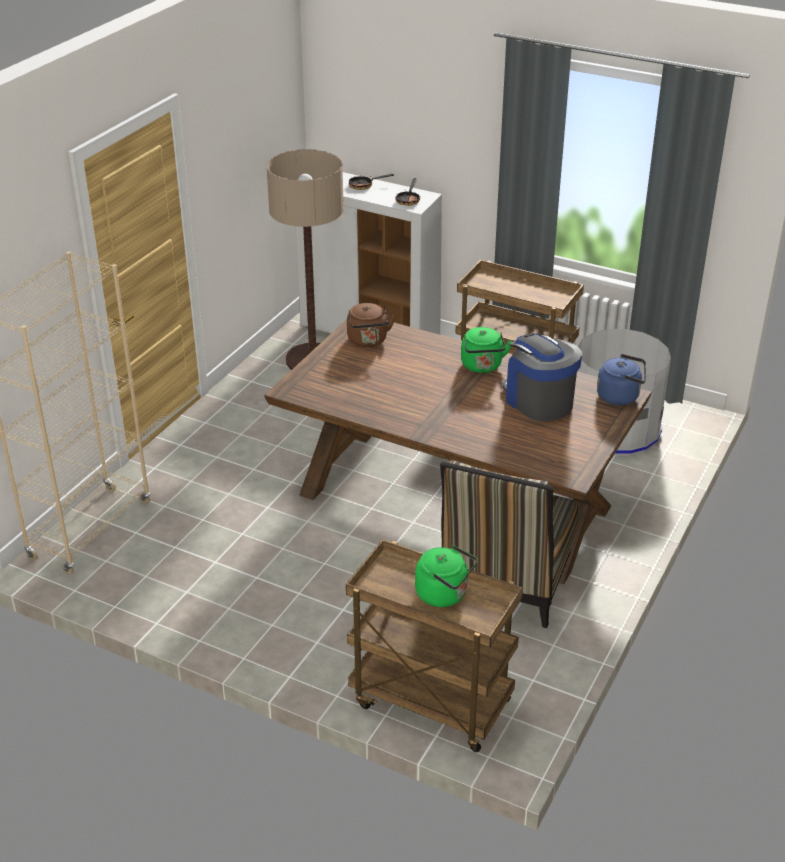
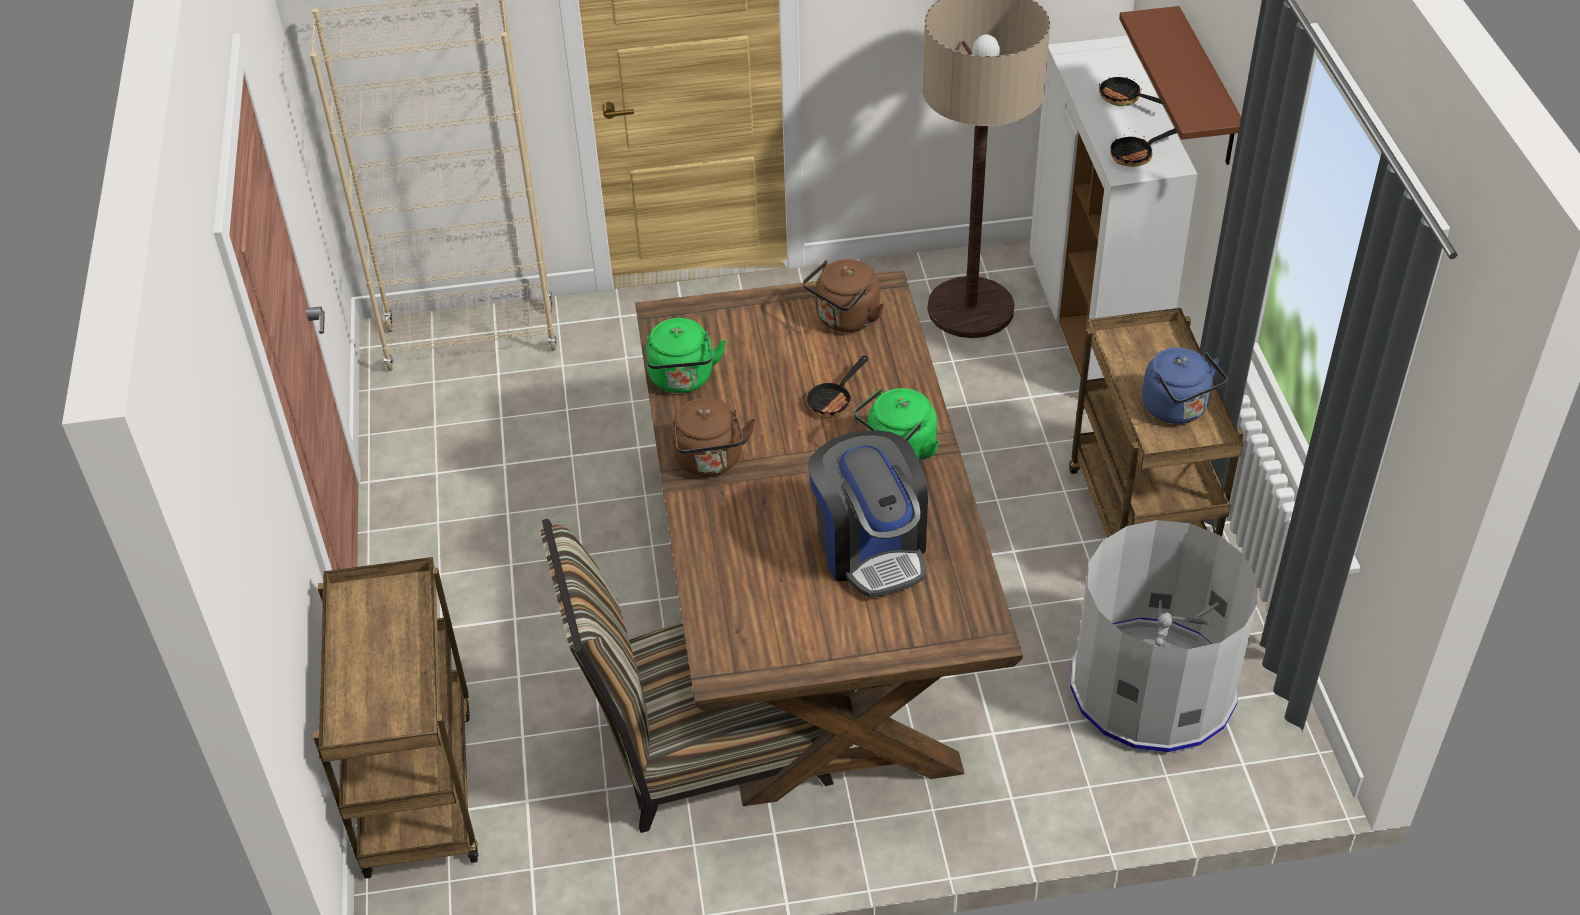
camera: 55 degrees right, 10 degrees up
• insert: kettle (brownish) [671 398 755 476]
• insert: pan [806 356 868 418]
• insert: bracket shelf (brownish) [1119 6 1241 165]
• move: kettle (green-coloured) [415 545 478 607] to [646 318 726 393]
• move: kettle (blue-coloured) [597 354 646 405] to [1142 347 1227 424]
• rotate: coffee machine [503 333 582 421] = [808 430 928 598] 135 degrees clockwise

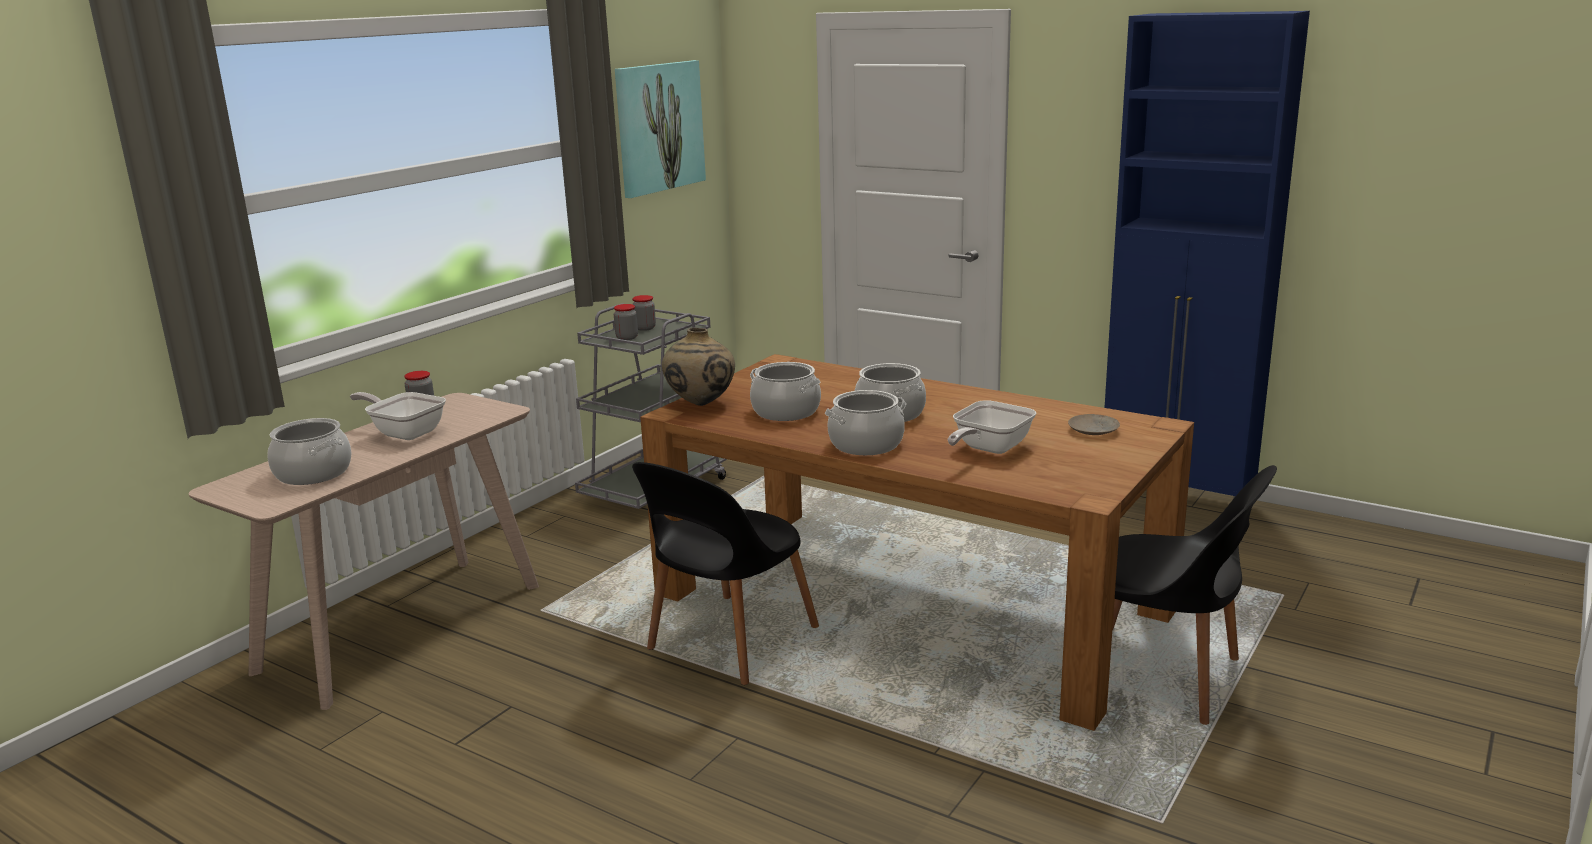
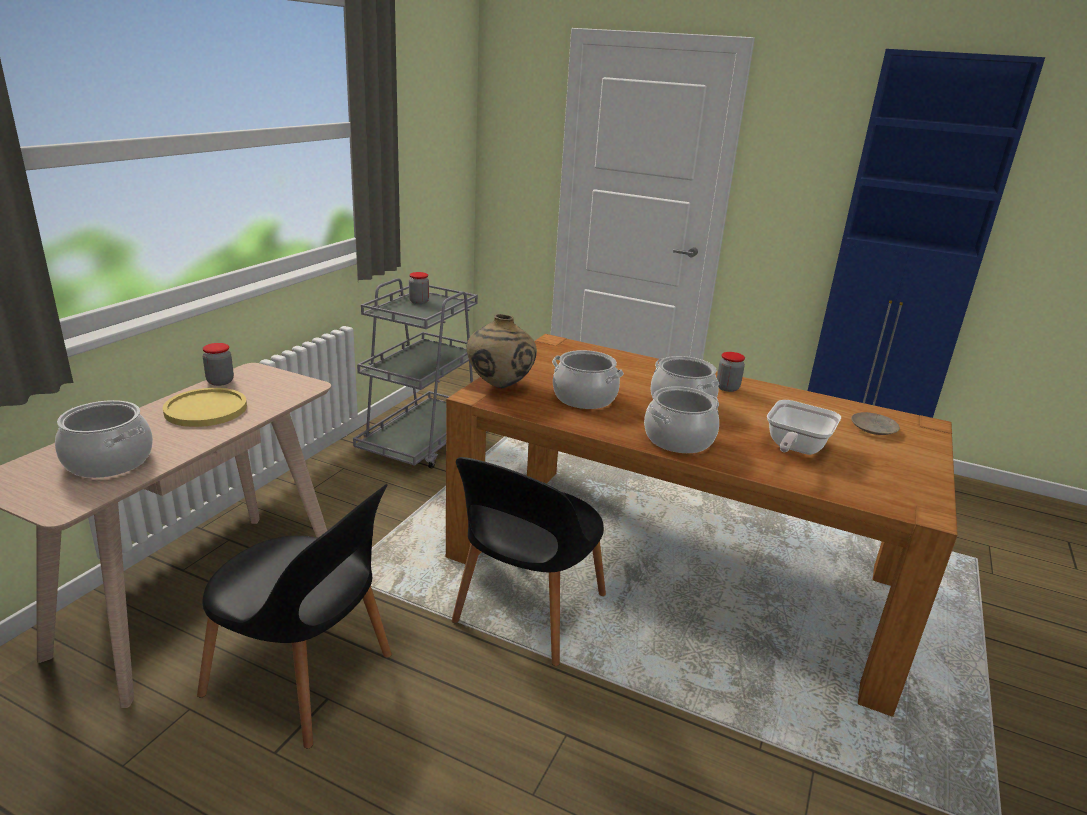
camera: 10 degrees left, 5 degrees up
• delete: wall picture [615 60 706 198]
• move: preserve jar [614 304 638 340] to [717 352 745 392]
• move: chair (black) [1112 465 1277 725] to [197 484 392 748]
• replace: pan [350 392 446 440] to flat dish (yellow-coloured) [163 388 247 427]

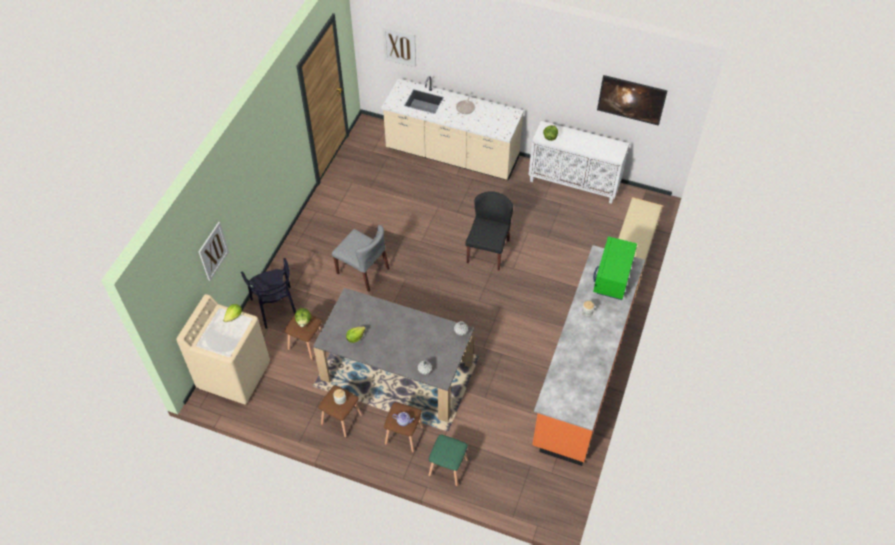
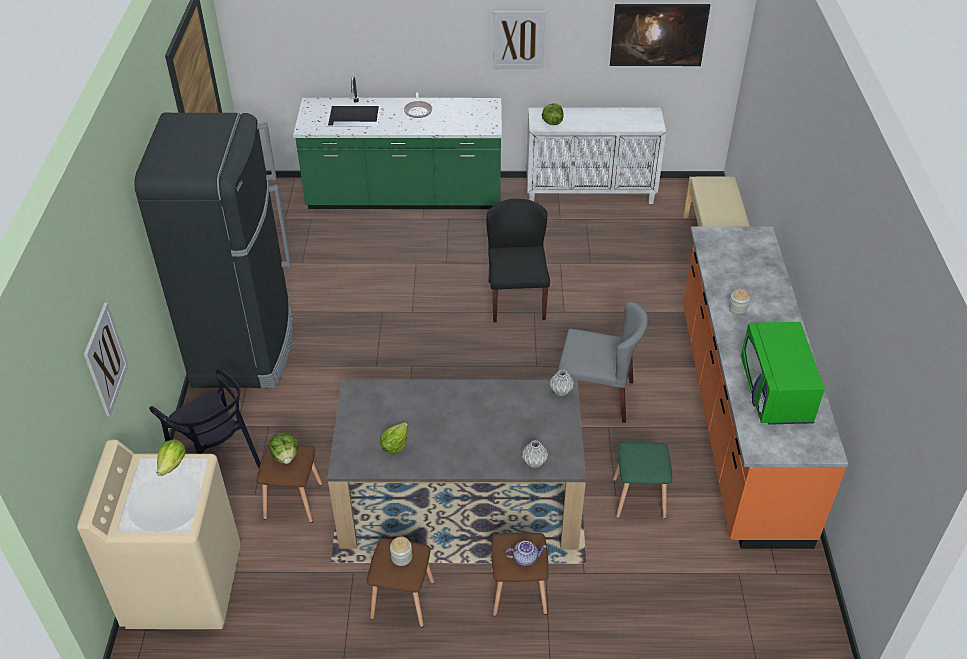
camera: 20 degrees left, 10 degrees down
• insert: refrigerator (black) [134 113 293 388]
• move: chair (grey) [332 225 390 292] to [557 302 648 423]
• move: wall picture [383 27 416 67] to [493 11 546 69]
• move: sitting stool (green-coloured) [428 435 468 487] to [613 442 672 519]
• move: microwave (green-coloured) [593 236 637 300] to [741 322 825 425]
• recolor: kitchen counter (sand-coloured) [381 76 524 181] to kitchen counter (green-coloured) [293 76 502 209]

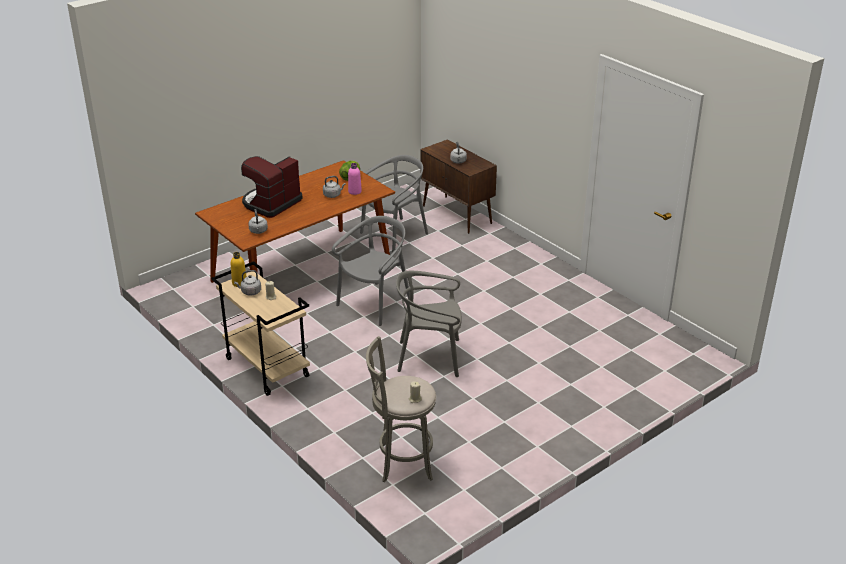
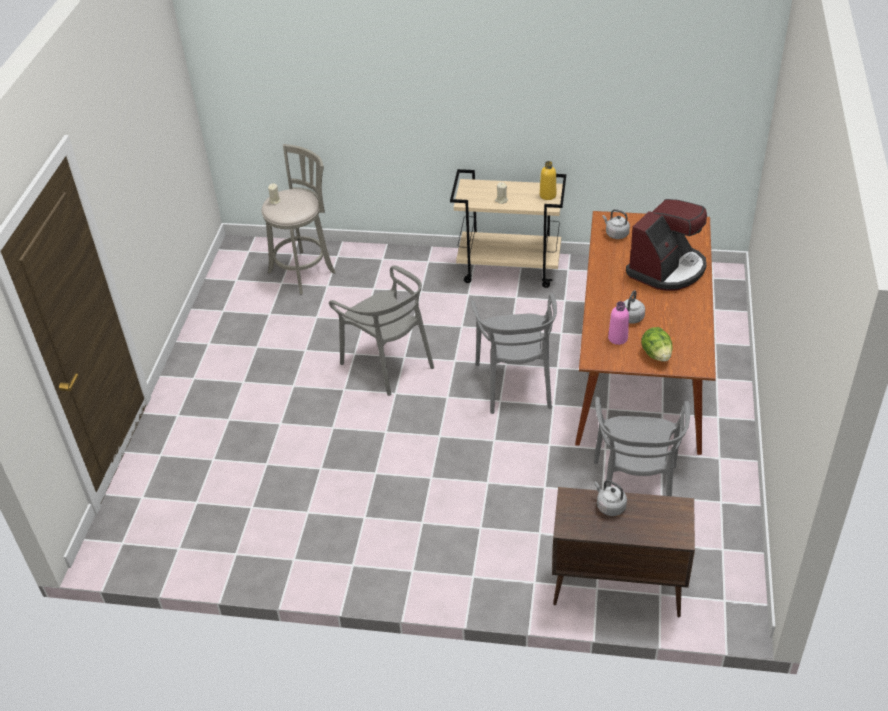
camera: 140 degrees right, 10 degrees up
• delete: kettle (grey) [234 270 261 296]
• rotate: coffee machine [241 156 303 218] = [626 199 707 291] 45 degrees clockwise
• rotate: chair (grey) [396 271 462 377] = [329 265 434 396] 90 degrees clockwise

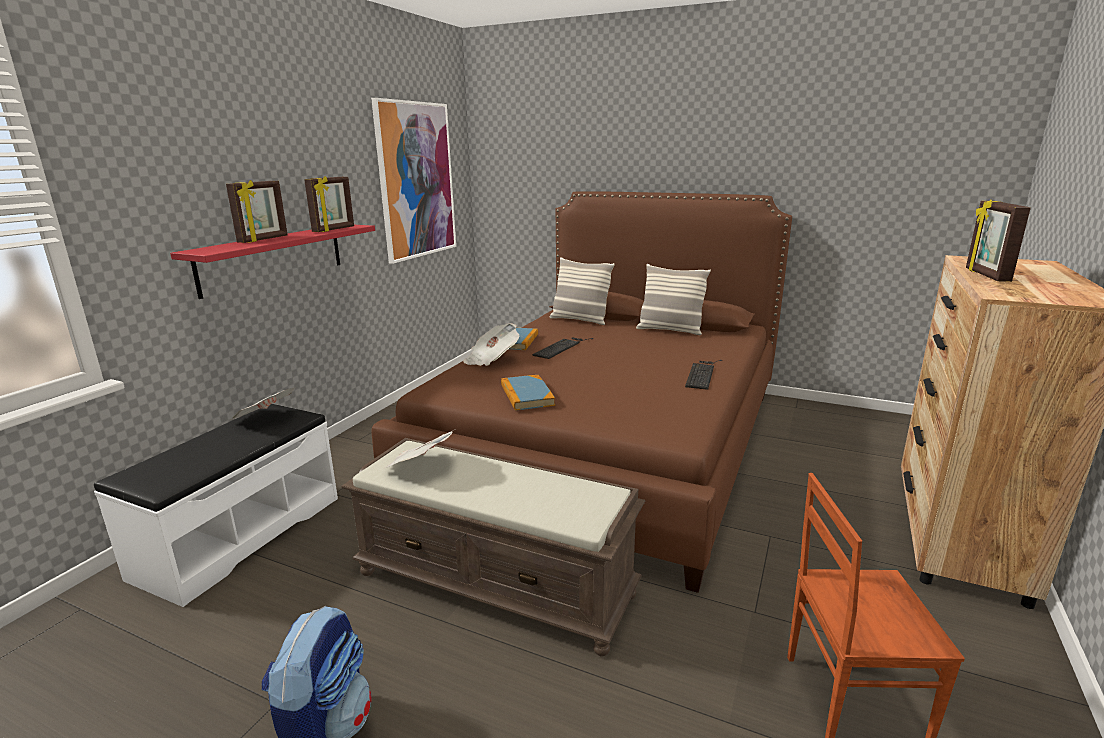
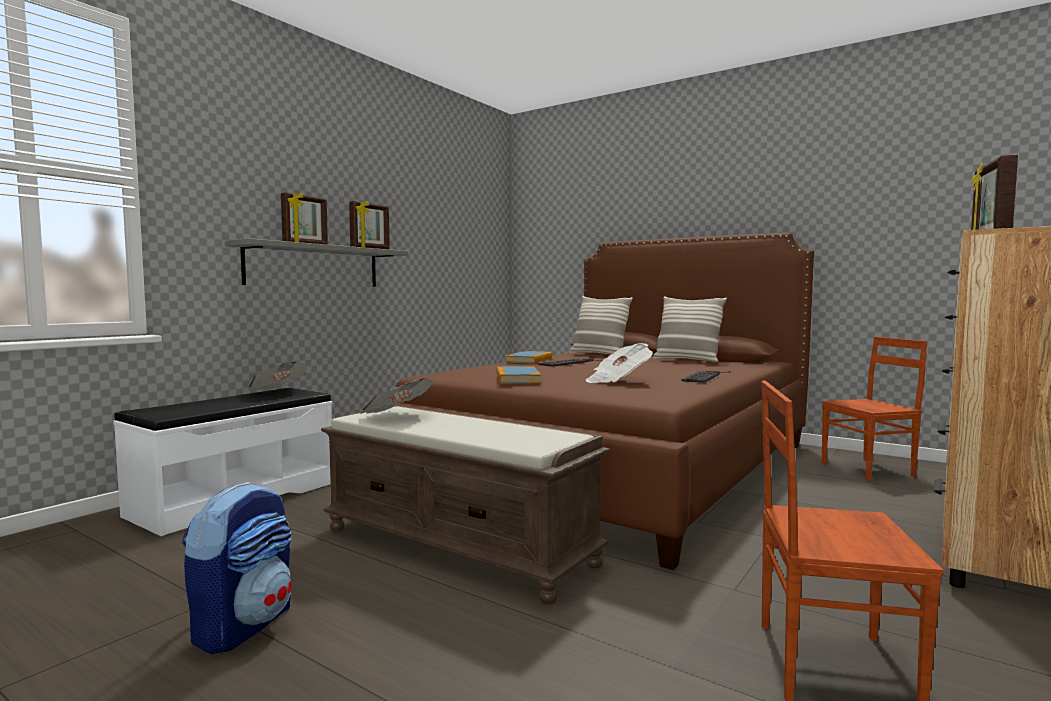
camera: 10 degrees right, 15 degrees down
• delete: wall picture [371 98 456 264]
• insert: chair (brownish) [822 337 927 481]
• move: newspaper [463 323 519 366] to [586 343 653 383]
• recolor: bracket shelf (red-coloured) [170 225 375 299] to bracket shelf (grey) [225 238 408 287]

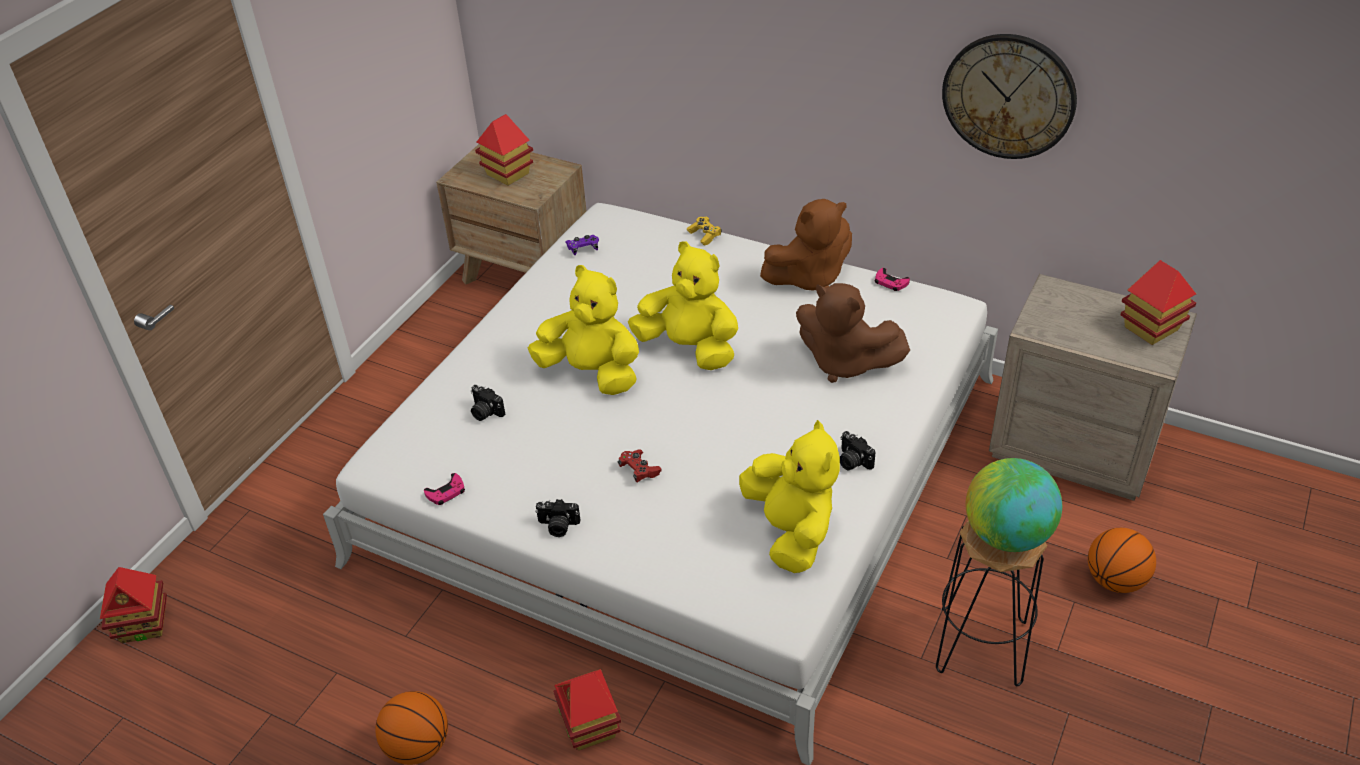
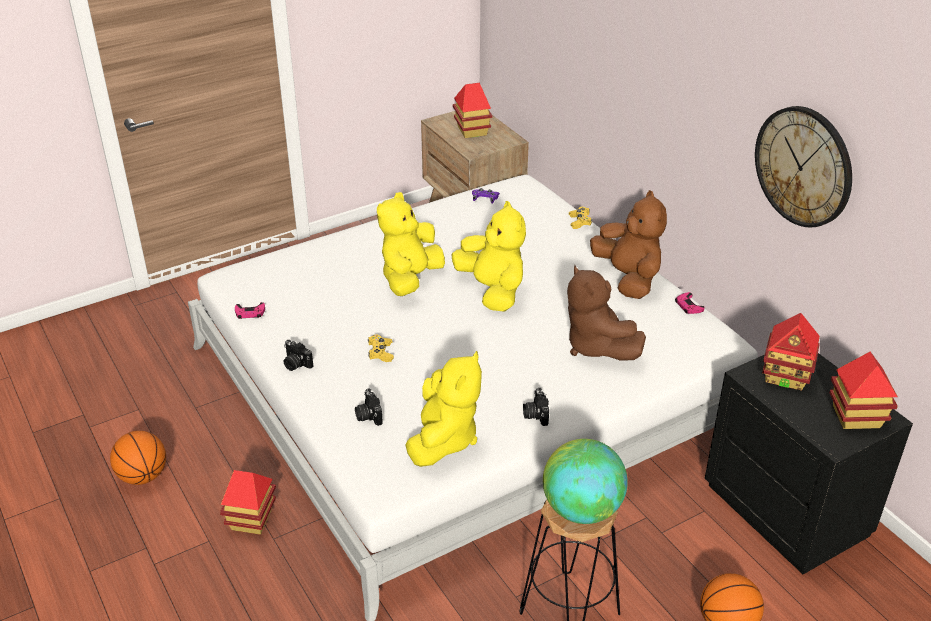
camera: 30 degrees right, 5 degrees down
• move: miniature house [100 567 167 643] to [762 313 820 391]
• move: photo camera [471 385 505 421] to [355 388 383 426]
• recolor: gamepad (red-coloured) [618 449 662 483] to gamepad (yellow-coloured) [368 335 394 362]
• recolor: night table (sand-coloured) [989 274 1197 501] to night table (black) [705 353 913 574]
• rotate: soft toy (yellow-coloured) [528 265 639 395] = [377 192 445 296] 120 degrees counterclockwise
• rotate: soft toy (brownish) [760 199 852 291] = [590 190 667 299] 120 degrees counterclockwise

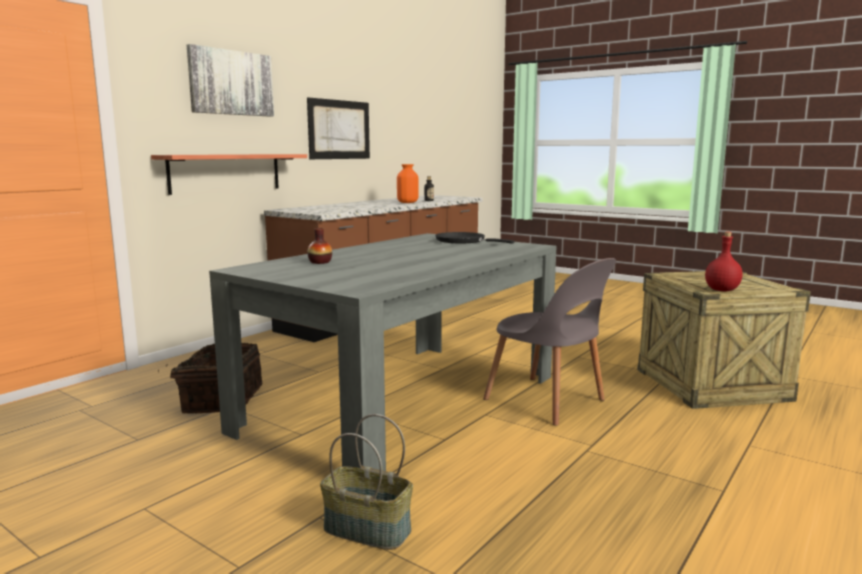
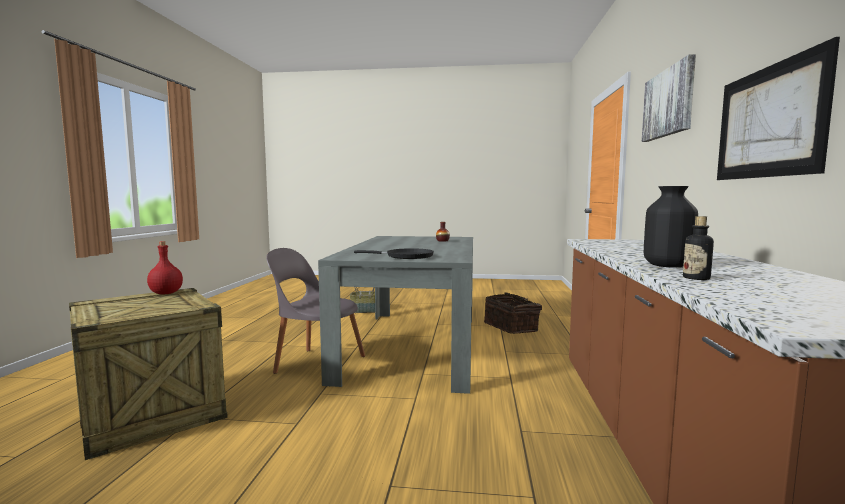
camera: 150 degrees right, 5 degrees down
• delete: bracket shelf [151 154 307 195]
• recolor: vase (orange-coloured) [397 164 419 203] to vase (black) [644 186 698 268]

